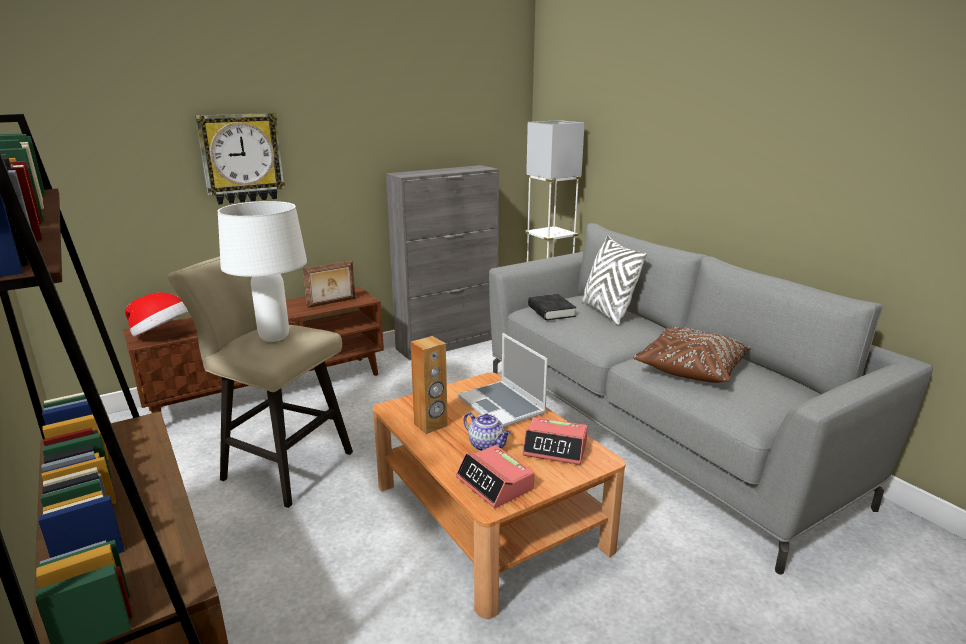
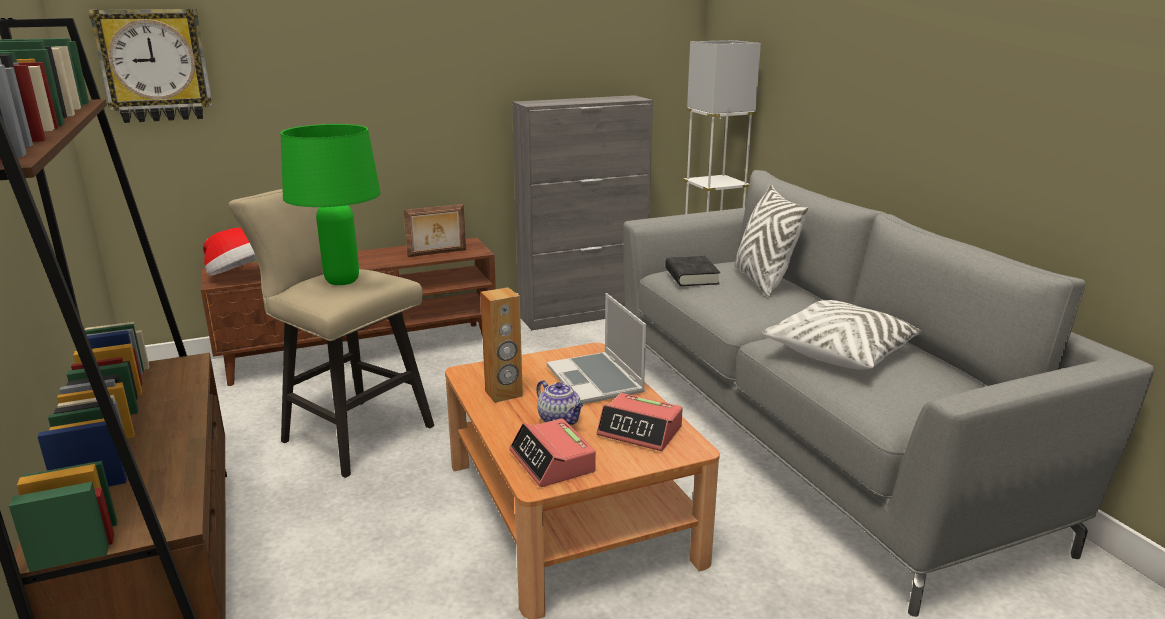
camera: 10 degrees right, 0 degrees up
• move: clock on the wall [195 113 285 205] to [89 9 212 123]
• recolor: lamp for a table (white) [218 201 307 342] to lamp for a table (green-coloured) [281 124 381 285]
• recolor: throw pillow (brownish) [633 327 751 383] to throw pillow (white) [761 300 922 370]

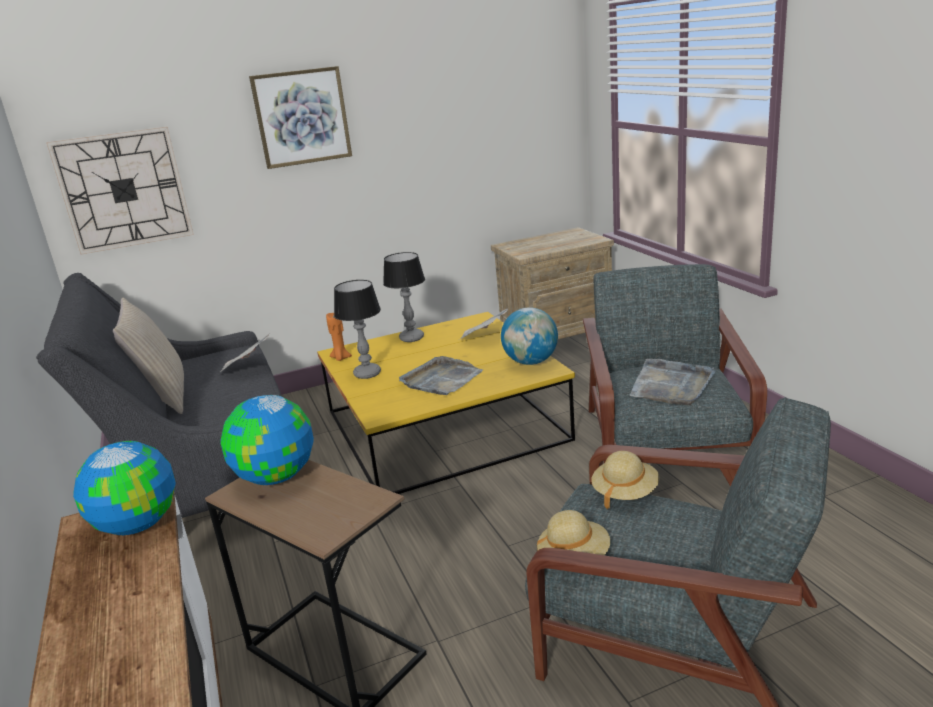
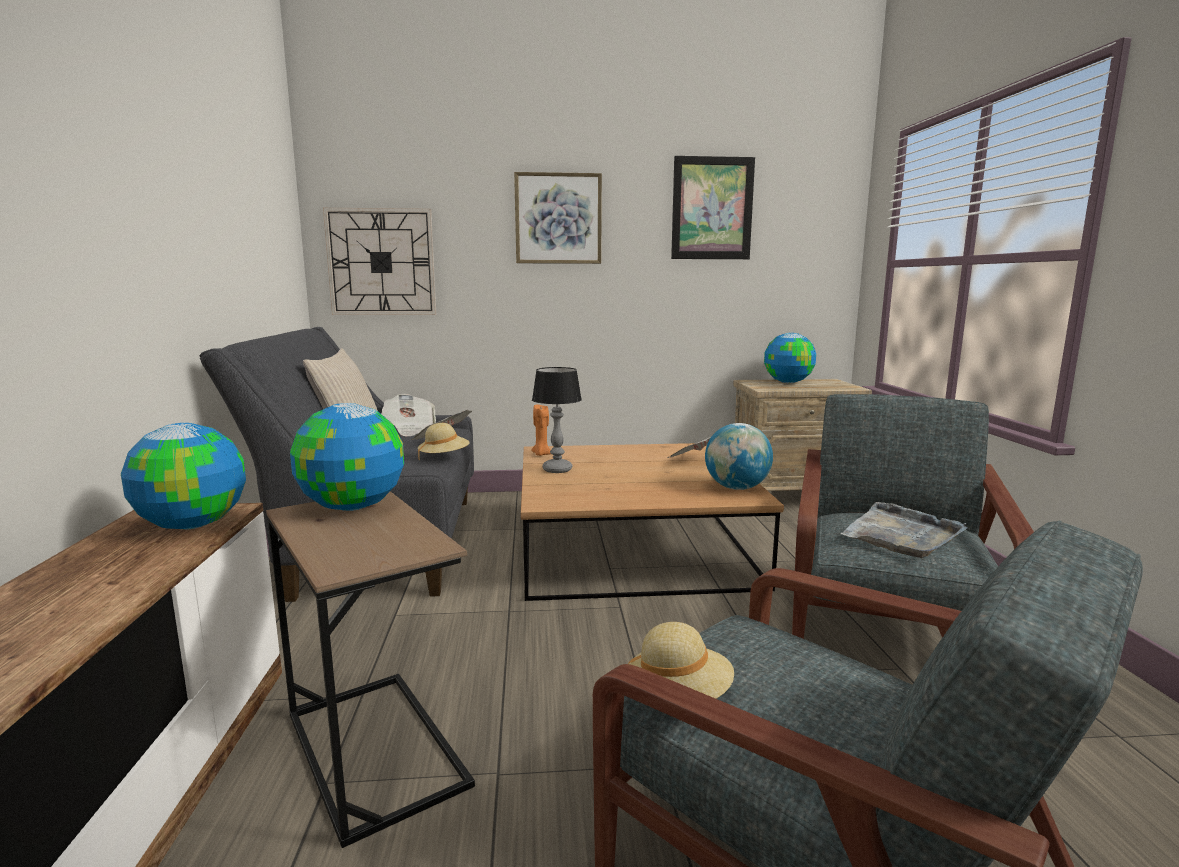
camera: 15 degrees right, 10 degrees down
• delete: lamp for a table [383 252 425 342]
• delete: tray (grey) [399 356 483 395]
• insert: newspaper [381 394 436 436]
• insert: wall picture [671 156 755 259]
• insert: desk globe [764 333 816 383]
• move: hat (sand-coloured) [591 451 660 509] to [418 423 470 460]
• recolor: low table (yellow-coloured) [317 312 575 494] to low table (brownish) [521 443 784 601]

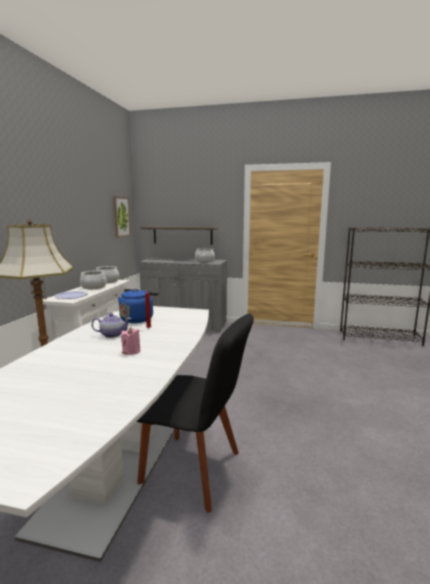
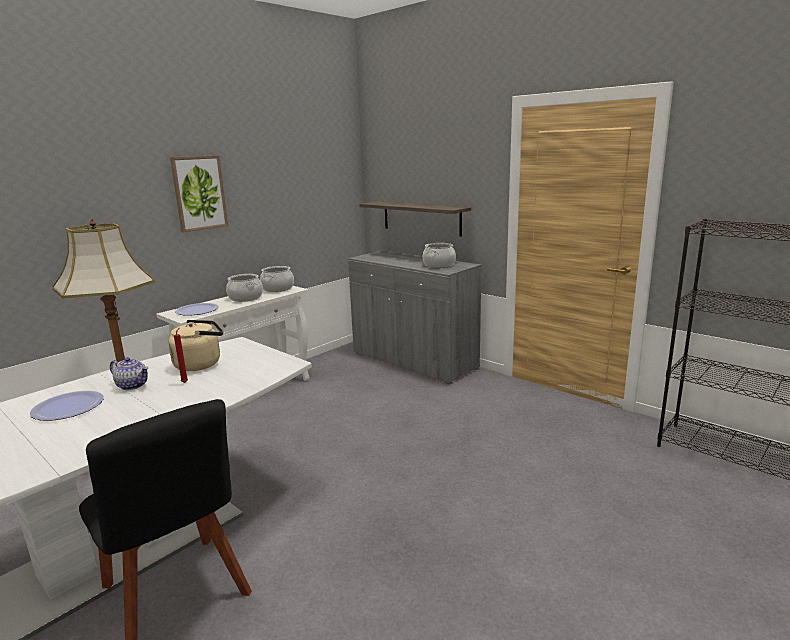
camera: 30 degrees right, 5 degrees up
• delete: wax light (pink) [121 327 140 355]
• insert: flat dish [30 391 103 421]
• move: wall picture [113 196 131 238] to [170 155 228 232]
• recolor: kettle (blue-coloured) [118 289 159 323] to kettle (sand-coloured) [168 320 223 371]

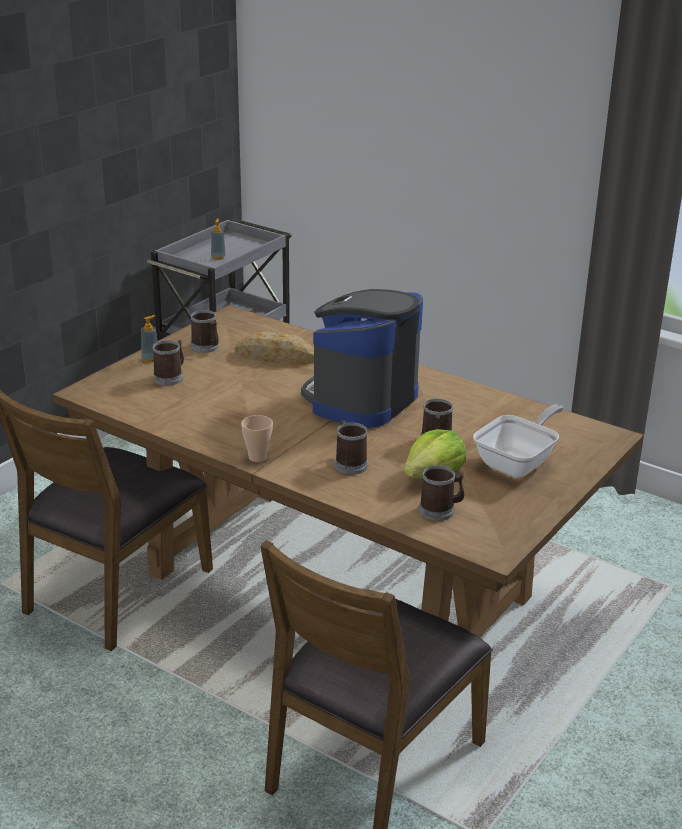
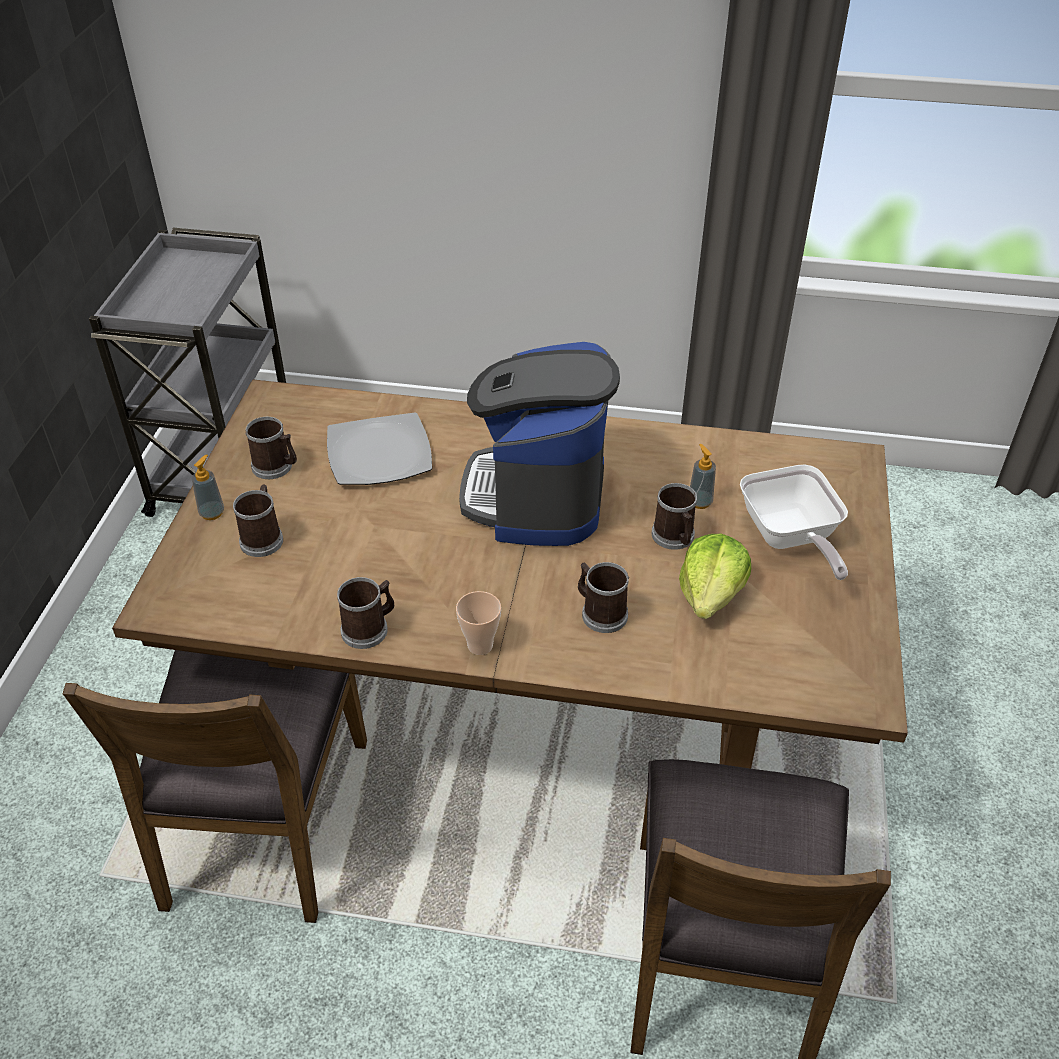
camera: 25 degrees left, 15 degrees up
• move: soap dispenser [211 219 226 260] to [690 444 716 509]
• move: coffee mug [419 465 464 521] to [337 577 394 649]
• replace: bread [235 331 314 365] to flat dish [327 413 432 485]
• rotate: pan [473 404 564 478] = [740 464 848 580] 150 degrees clockwise

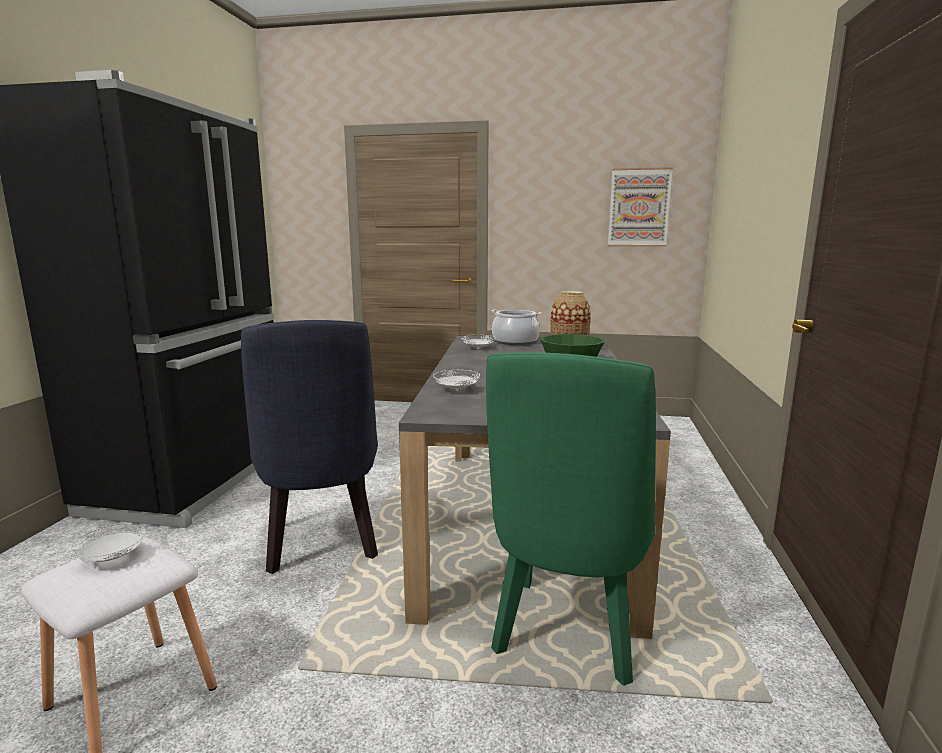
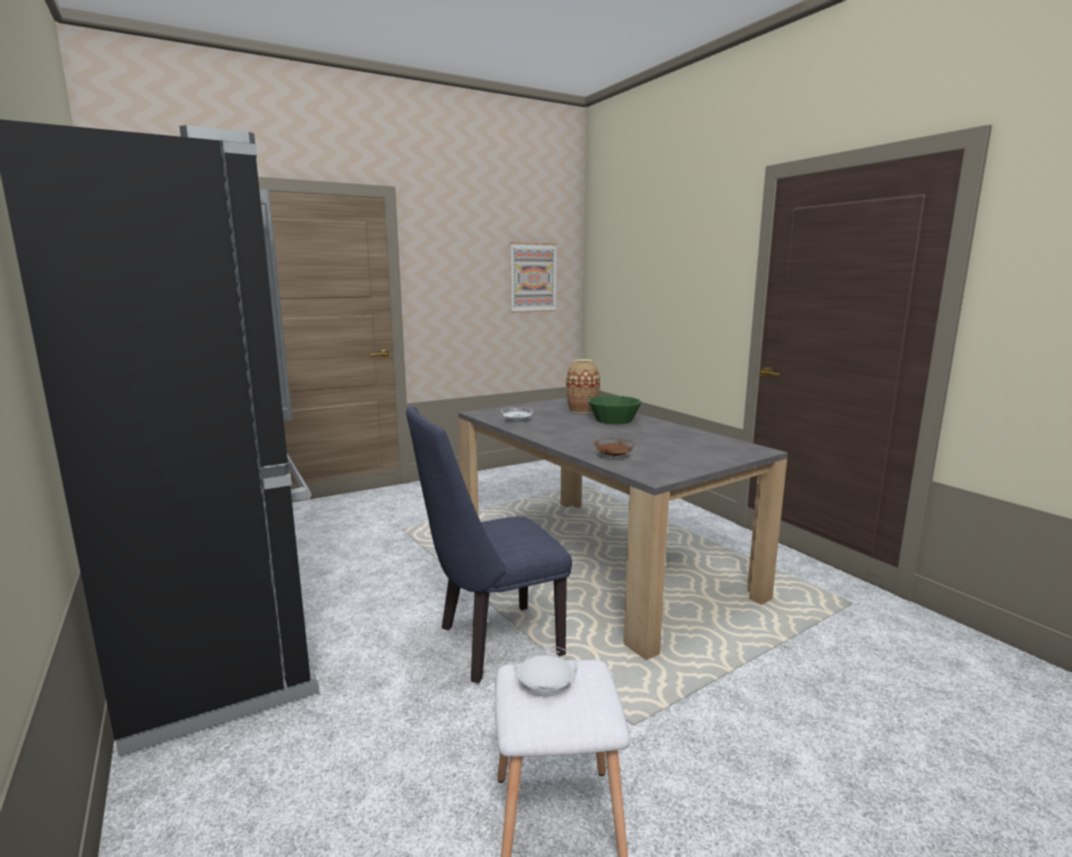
camera: 40 degrees left, 0 degrees up
• delete: chair (green-coloured) [486 352 656 686]
• delete: saucepot [491 309 541 345]
• recolor: flat dish (white) [433 370 480 390] to flat dish (brownish) [593 438 634 457]
• rotate: chair (blue-coloured) [241 320 378 574] = [406 407 572 684] 120 degrees clockwise

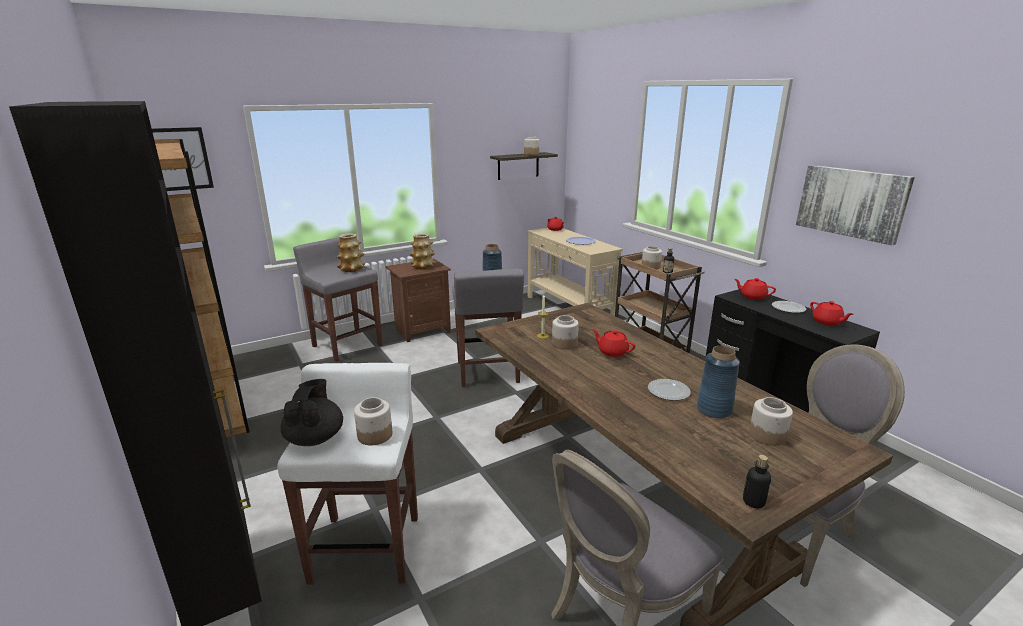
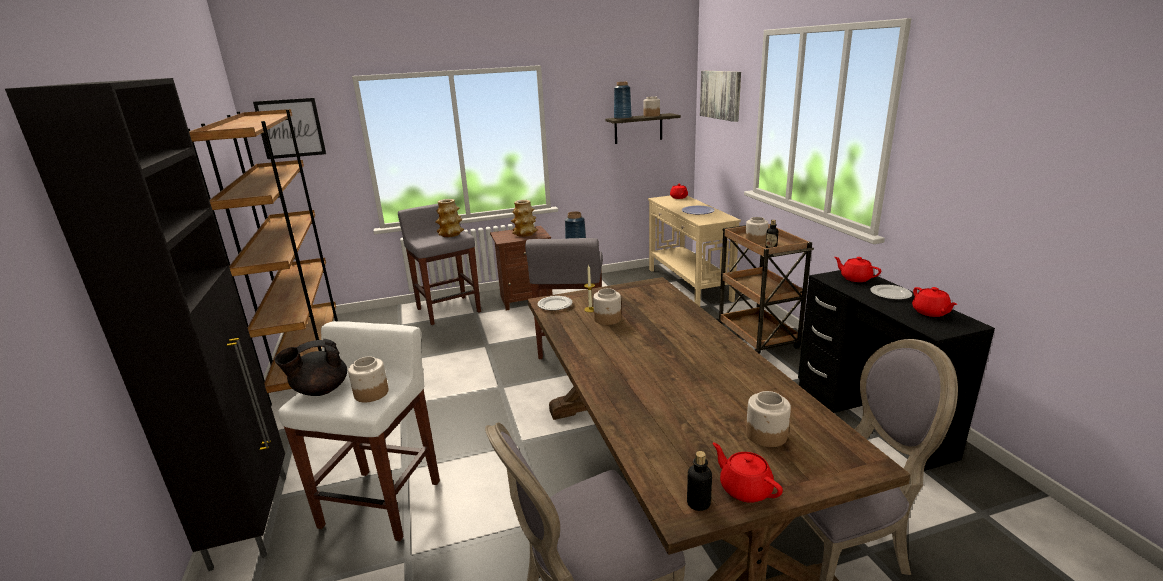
camera: 15 degrees right, 0 degrees up
• move: pot for tea (red-coloured) [592 329 635 357] to [712 443 783 503]
• move: flat dish [648 379 691 401] to [538 296 573 311]
• move: vase (blue-coloured) [697 346 740 419] to [614 82 632 119]
• move: wall picture [796 165 915 245] to [700 71 741 122]
• rotate: pot for tea (black) [281 379 343 446] = [275 339 347 396] 135 degrees counterclockwise

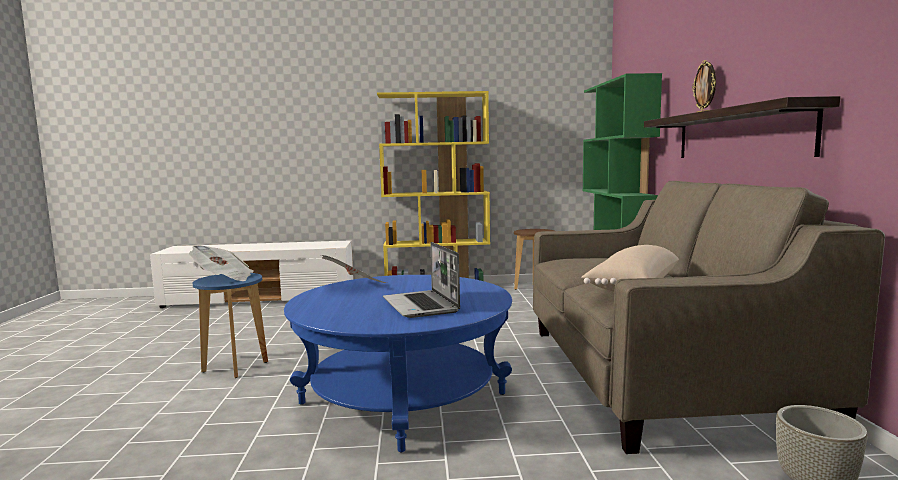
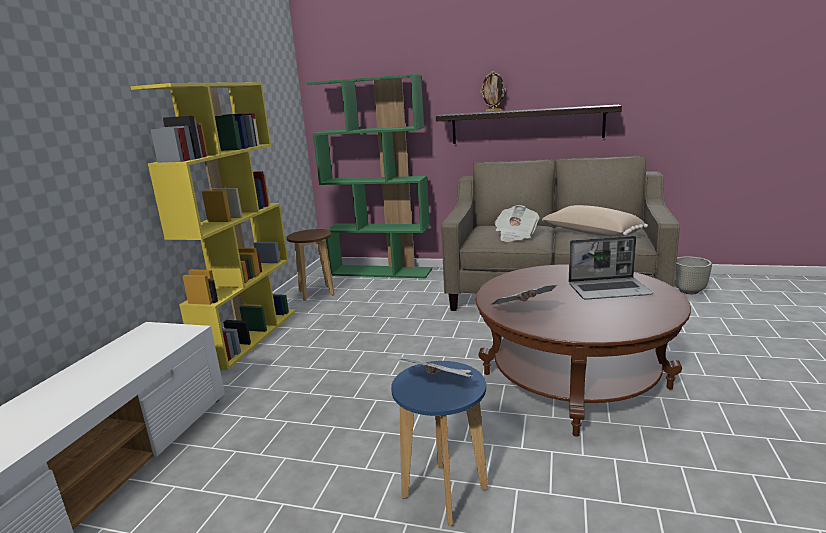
camera: 70 degrees left, 10 degrees up
• insert: newspaper [495 205 540 242]
• recolor: low table (blue-coloured) [284 275 512 453] to low table (brownish) [476 264 691 437]

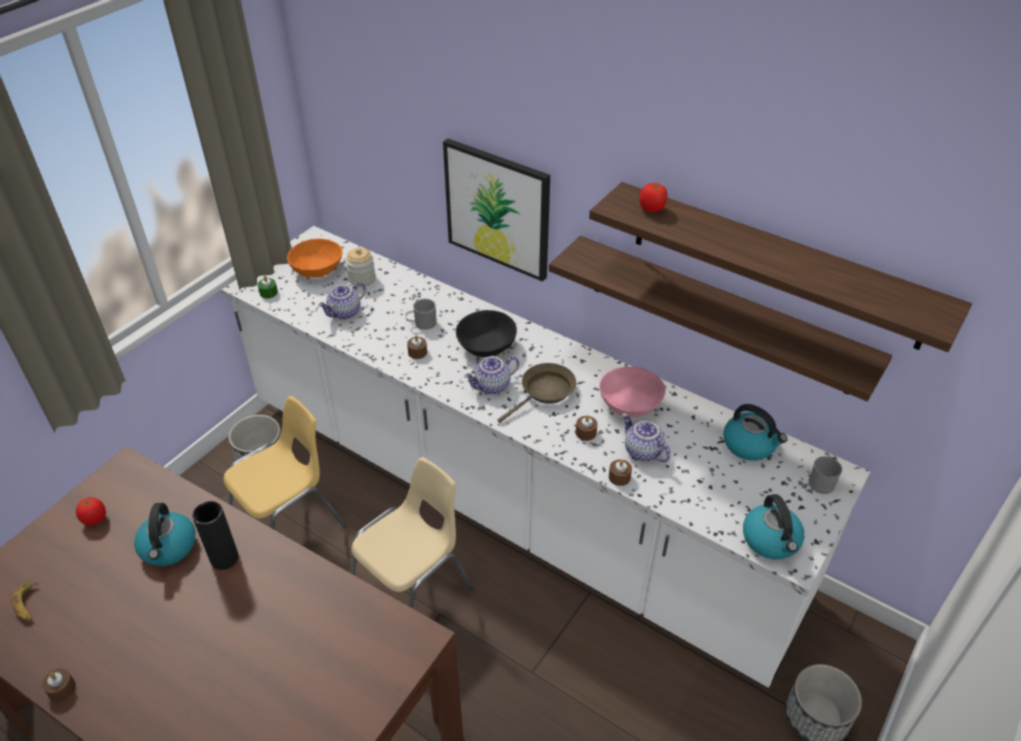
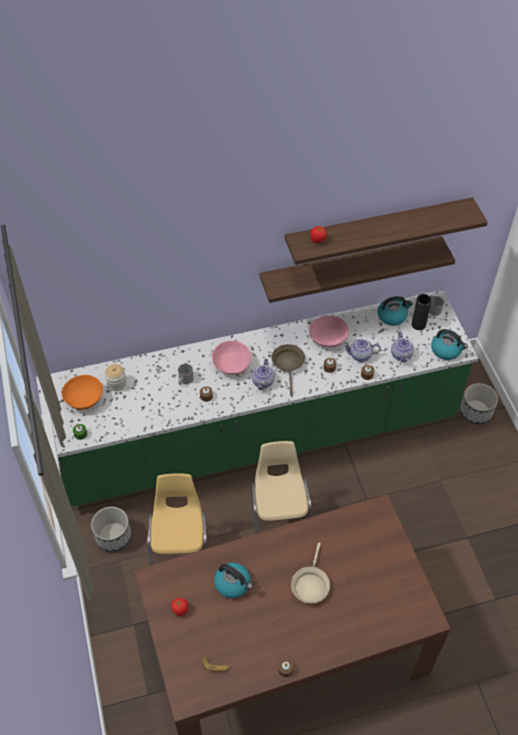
camera: 50 degrees left, 10 degrees up
• delete: wall picture [443 139 550 282]
• insert: pan (sand-coloured) [291 543 330 603]
• move: vase (black) [192 501 239 570] to [412 294 432 330]
• move: pot for tea [318 282 366 320] to [391 332 414 363]
• recolor: kitchen counter (white) [220 226 871 688] to kitchen counter (green-coloured) [36 290 478 507]
• recolor: deep dish (black) [456 310 517 357] to deep dish (pink) [212 341 251 375]

